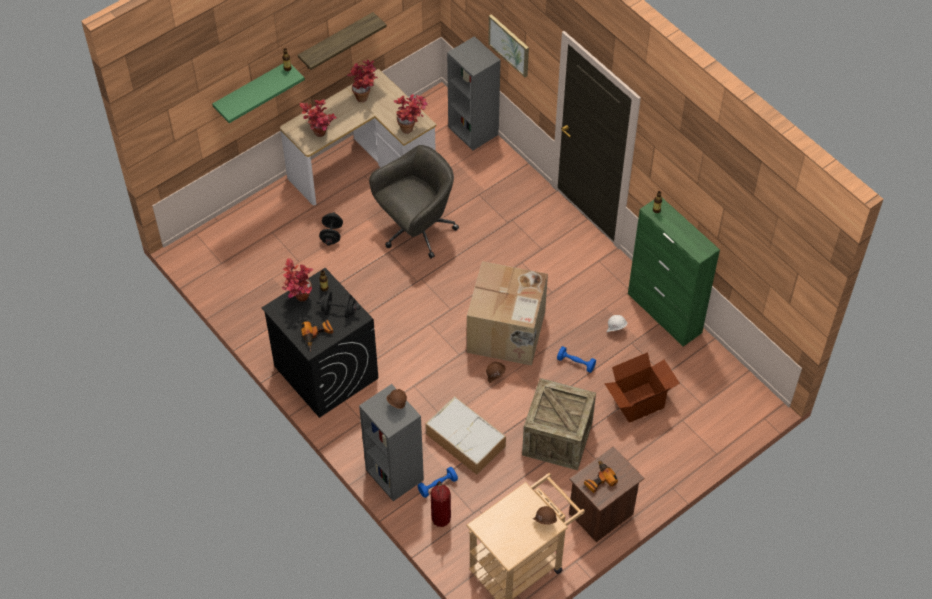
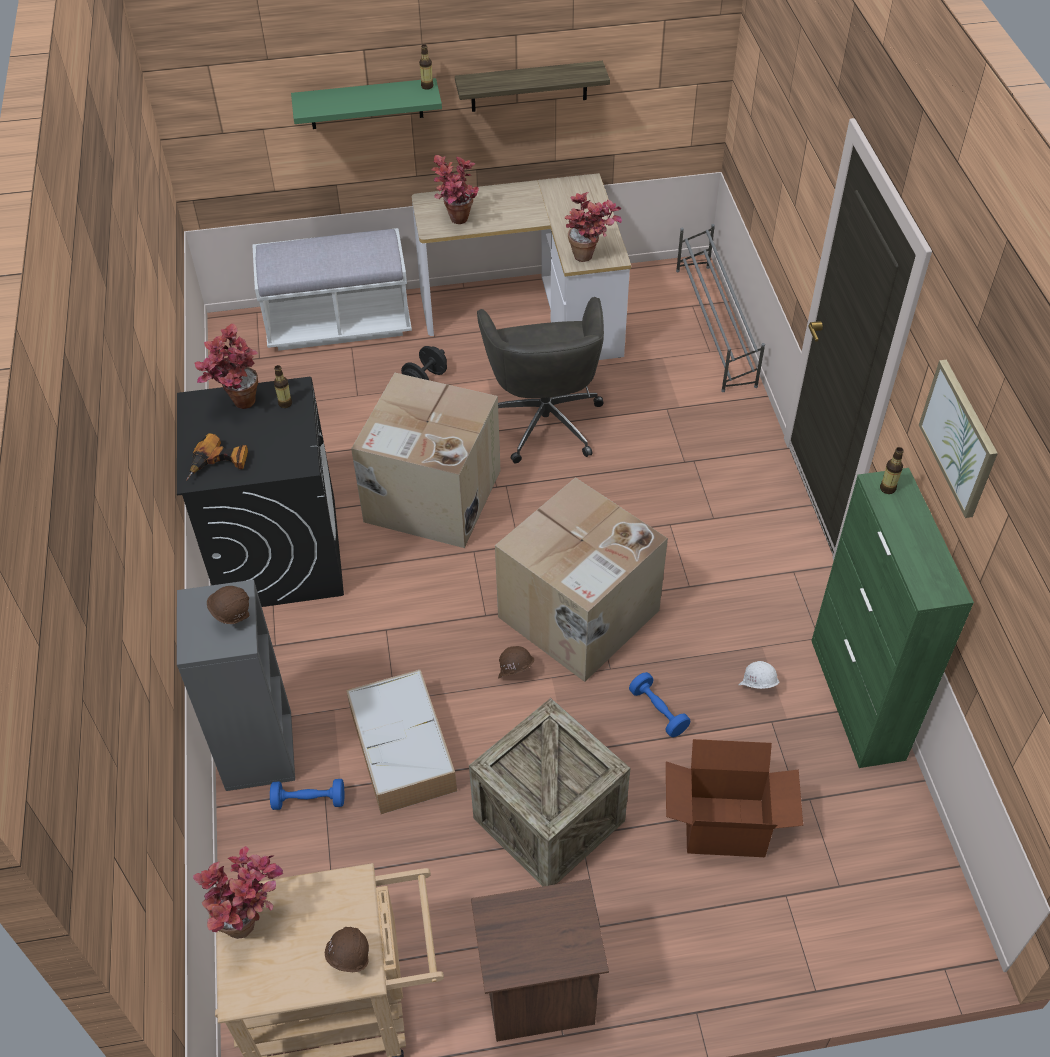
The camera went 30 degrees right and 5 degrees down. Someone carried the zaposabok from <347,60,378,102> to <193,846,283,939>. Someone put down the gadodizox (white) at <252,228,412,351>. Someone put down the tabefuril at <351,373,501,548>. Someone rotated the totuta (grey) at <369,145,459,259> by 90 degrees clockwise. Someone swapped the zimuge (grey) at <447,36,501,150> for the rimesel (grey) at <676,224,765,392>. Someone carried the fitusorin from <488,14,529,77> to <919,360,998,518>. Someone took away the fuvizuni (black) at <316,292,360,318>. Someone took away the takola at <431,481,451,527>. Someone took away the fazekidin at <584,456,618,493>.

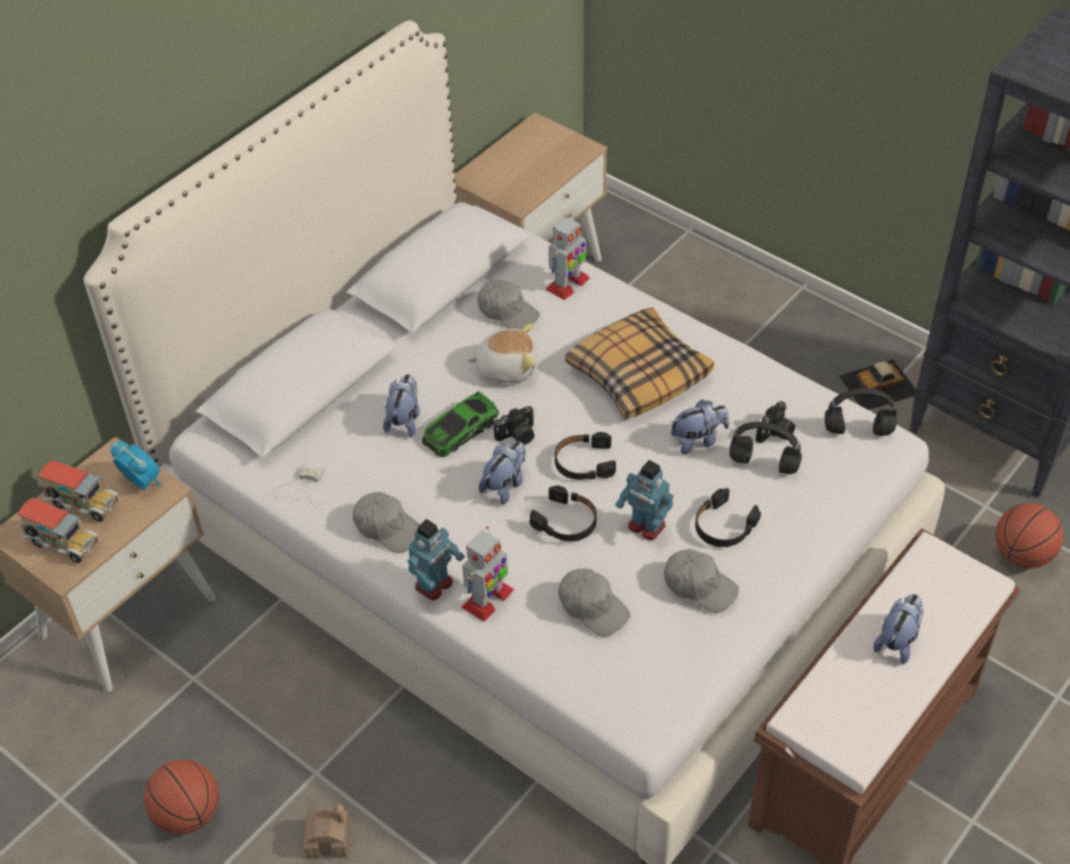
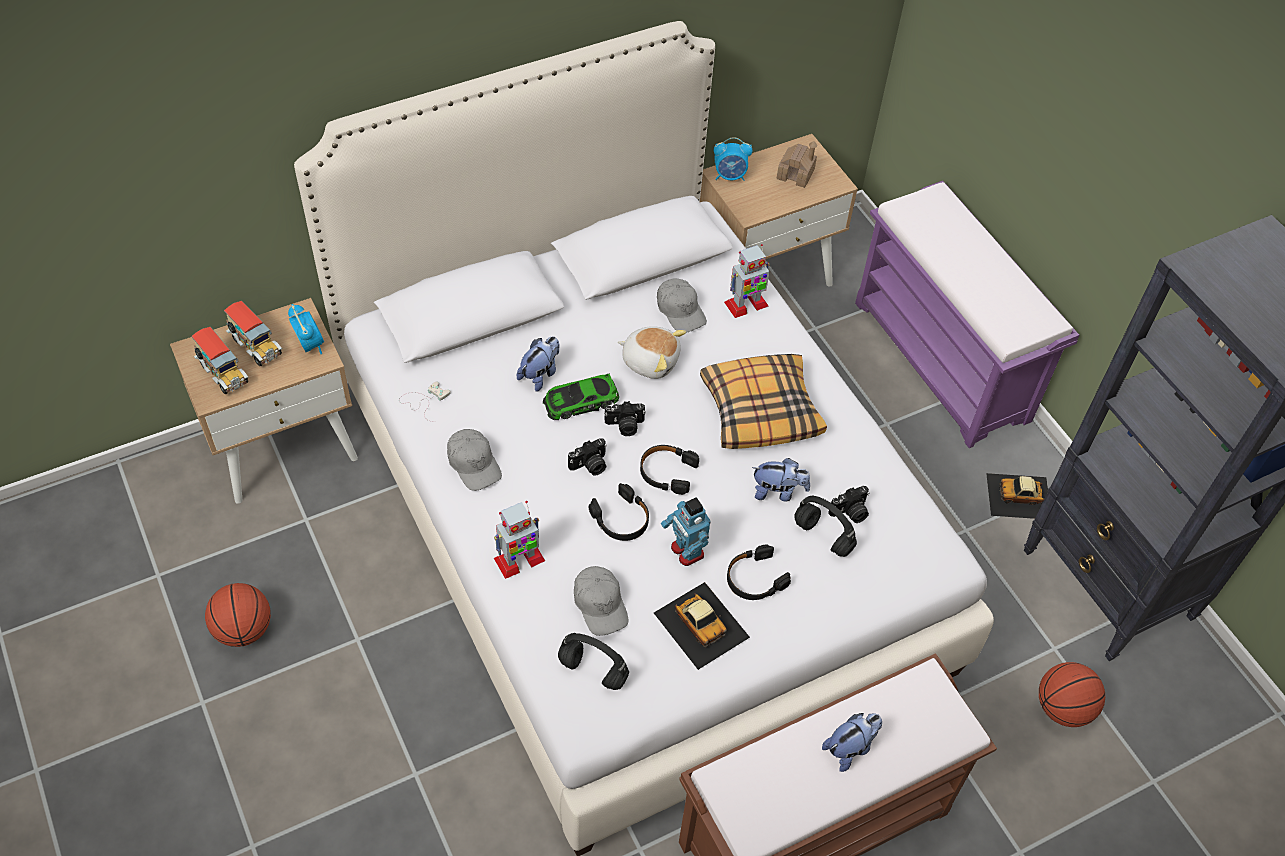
The camera went 20 degrees right and 5 degrees up. Someone carried the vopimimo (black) from <825,388,897,436> to <558,633,629,690>. Someone swapped the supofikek at <479,441,526,505> for the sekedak at <568,438,607,476>. Someone swapped the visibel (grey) at <664,549,739,613> for the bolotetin at <654,582,750,670>. Someone put down the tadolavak at <714,137,752,181>. Someone carried the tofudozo from <303,804,350,858> to <777,141,817,188>. Someone put down the gadodizox (purple) at <855,181,1079,448>. Someone took away the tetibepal at <408,519,465,600>.

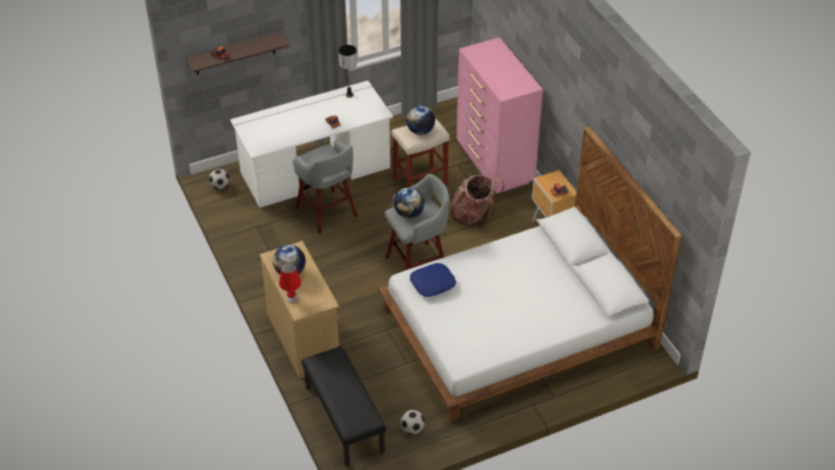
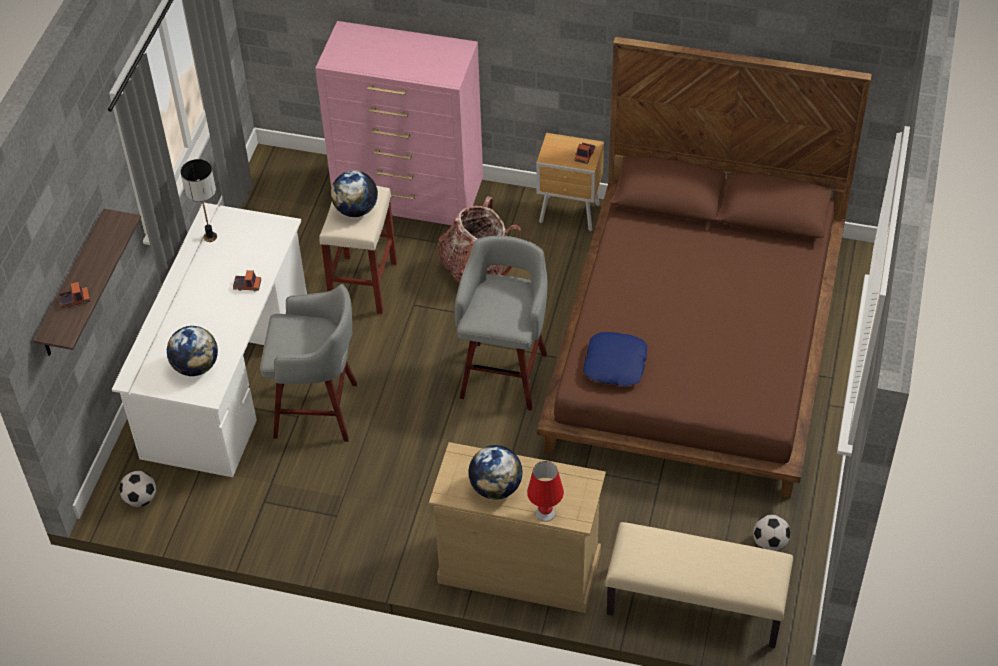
The camera went 50 degrees left and 5 degrees up. Someone carried the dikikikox from <394,187,425,218> to <167,326,218,376>. Someone repainted the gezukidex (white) at <378,126,682,422>, which became the gezukidex (brown) at <537,36,872,498>. Someone repainted the gadodizox (black) at <302,346,386,467>, which became the gadodizox (beige) at <605,522,793,648>.

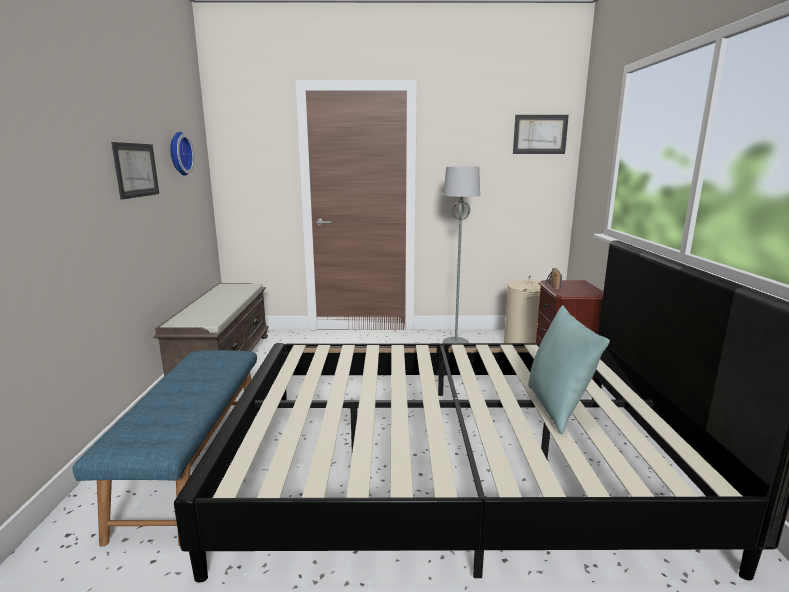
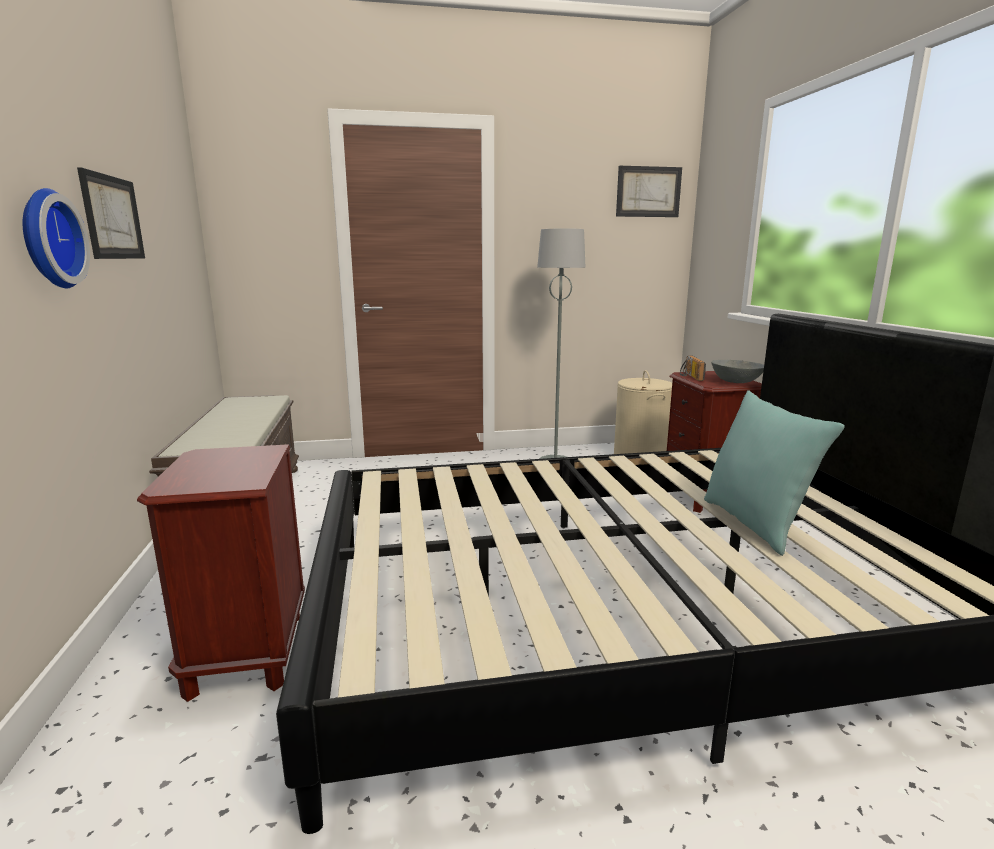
The camera went 10 degrees left and 0 degrees up. Someone carried the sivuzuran from <170,132,195,176> to <23,188,90,288>. Someone swapped the gadodizox (blue) at <73,350,257,547> for the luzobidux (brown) at <137,444,305,702>. Someone put down the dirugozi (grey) at <711,360,764,383>.

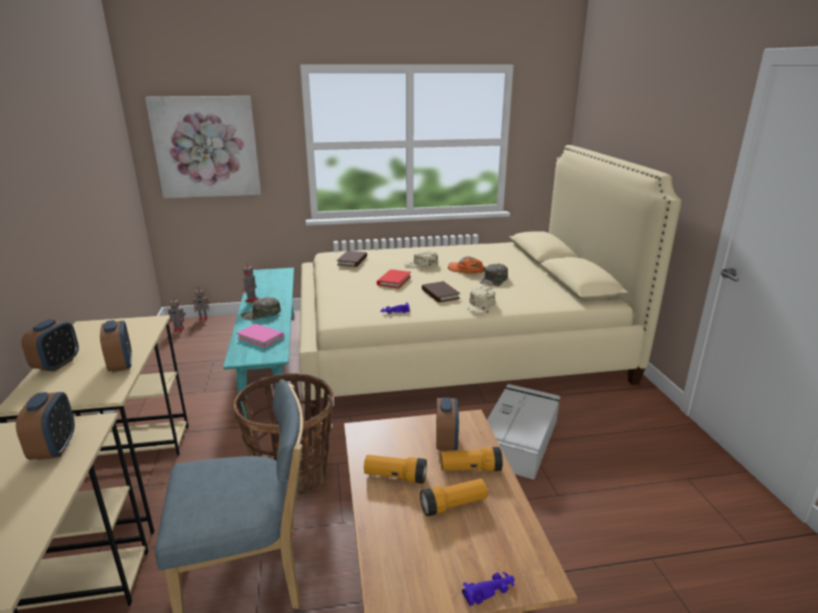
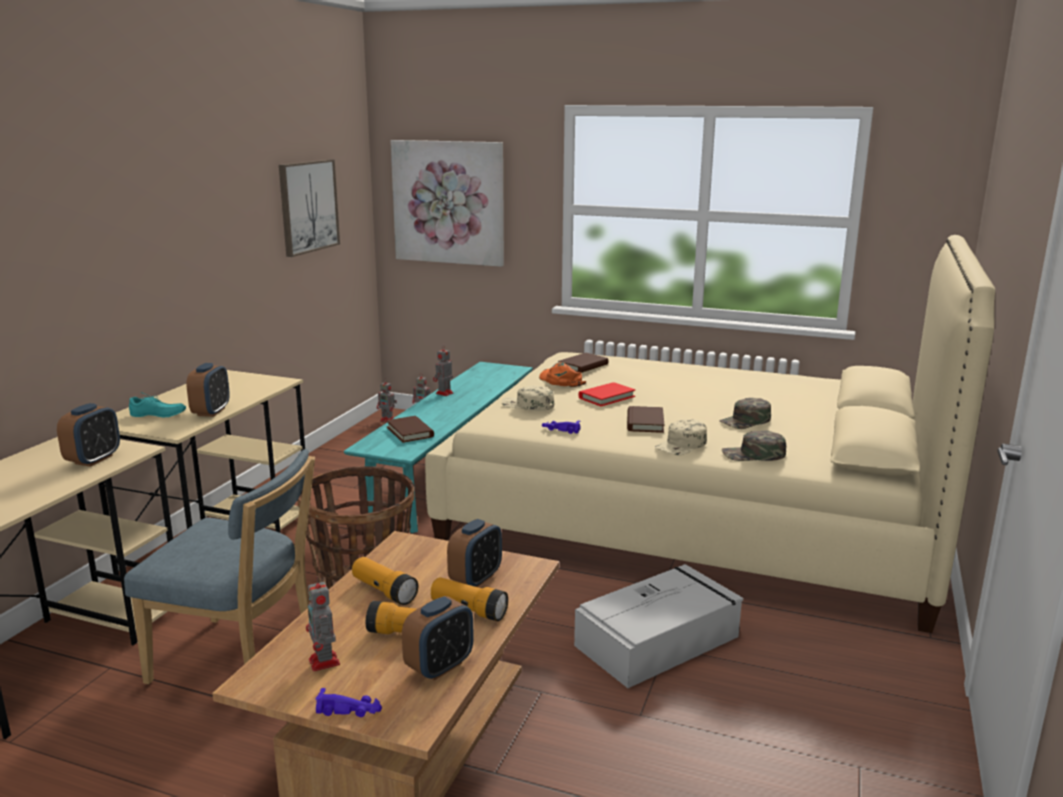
The camera went 30 degrees right and 5 degrees down. Someone put down the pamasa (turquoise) at <129,392,186,418>. Someone put up the fitusorin at <279,159,340,257>. Someone put down the tetibepal at <306,576,340,671>. Someone repainted the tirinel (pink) at <236,324,284,348>, which became the tirinel (brown) at <386,416,434,443>. Someone carried the tadolavak from <21,319,79,372> to <402,596,474,680>. Someone carried the visibel (beige) from <403,250,438,267> to <502,385,554,411>. Someone carried the visibel (orange) from <448,256,486,274> to <539,362,587,387>. Someone carried the visibel (green) from <241,297,281,320> to <722,430,786,461>.

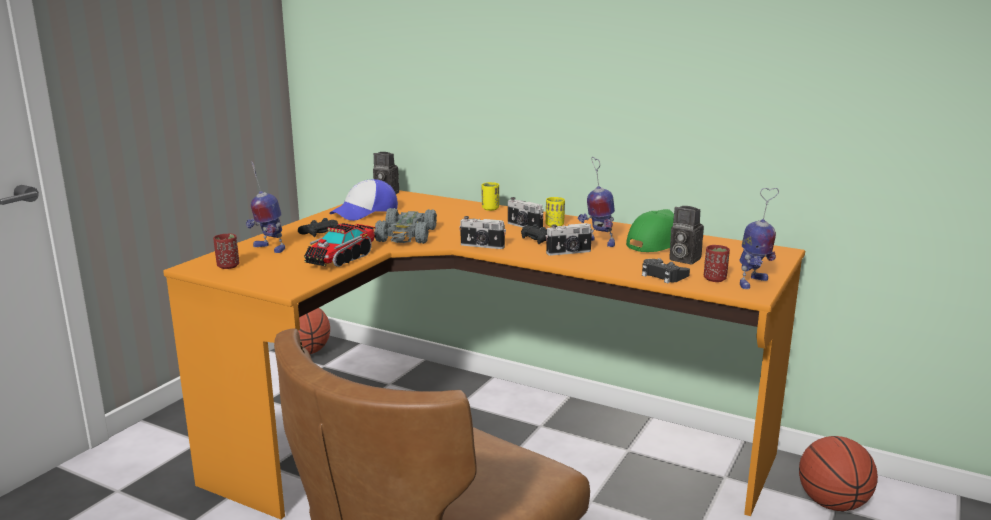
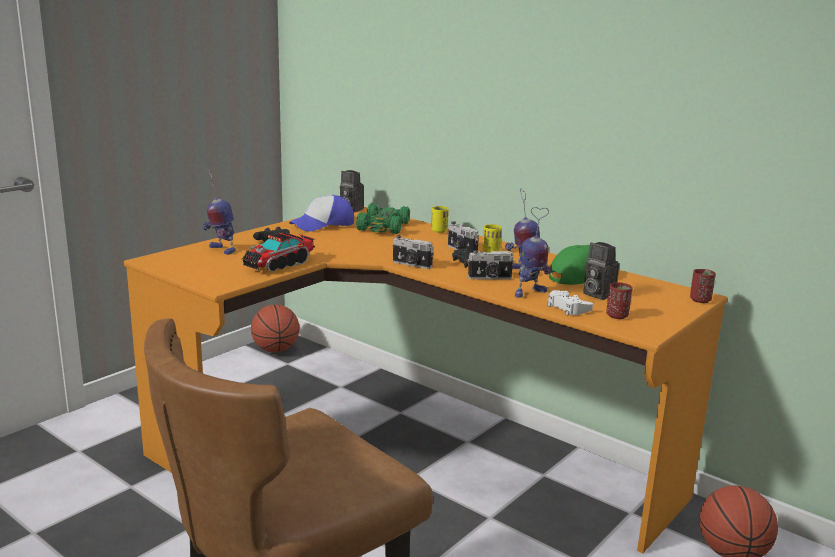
The camera went 10 degrees right and 0 degrees up. Someone put down the bolotetin (green) at <356,204,410,234>. Someone carried the tetibepal from <739,188,779,289> to <515,207,552,298>. Someone repainted the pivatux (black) at <642,258,690,283>, which became the pivatux (white) at <547,290,593,316>. Someone carried the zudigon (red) from <213,234,239,269> to <690,269,716,303>. Someone took away the bolotetin (grey) at <374,208,437,244>.

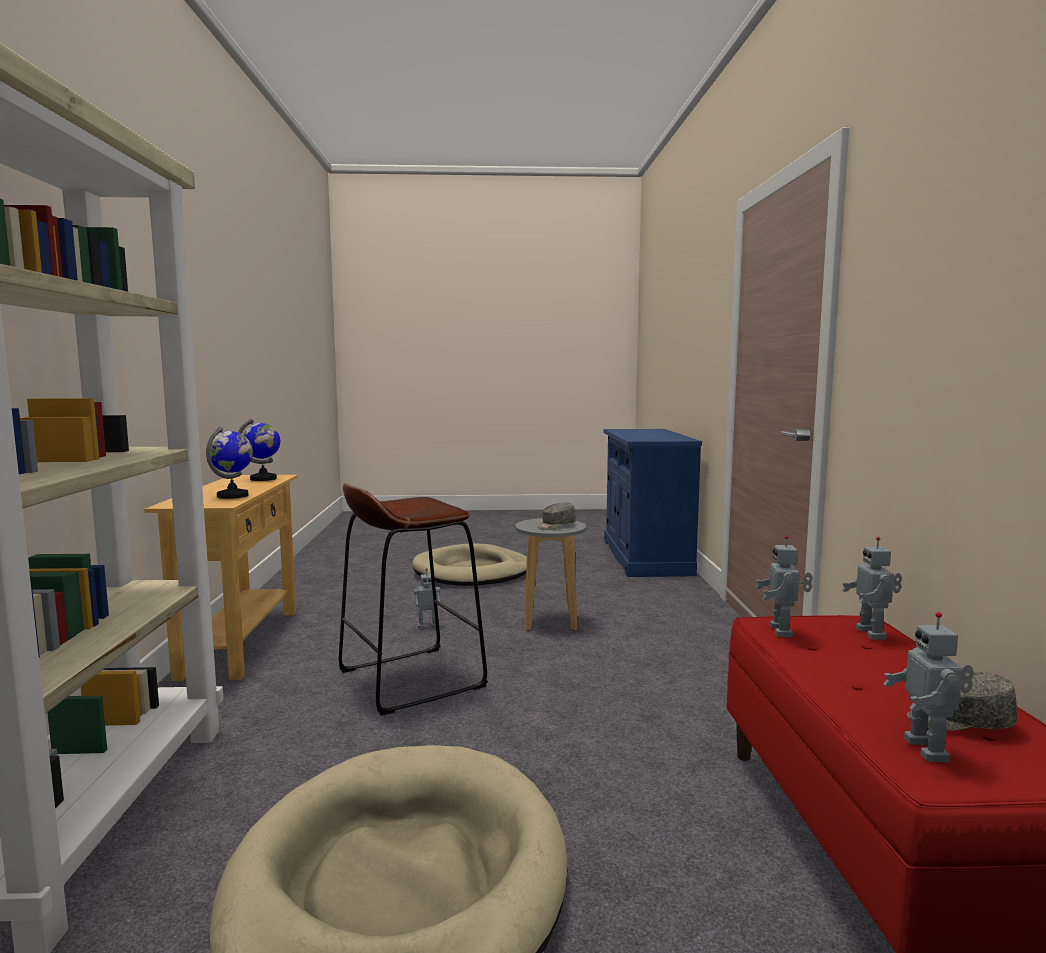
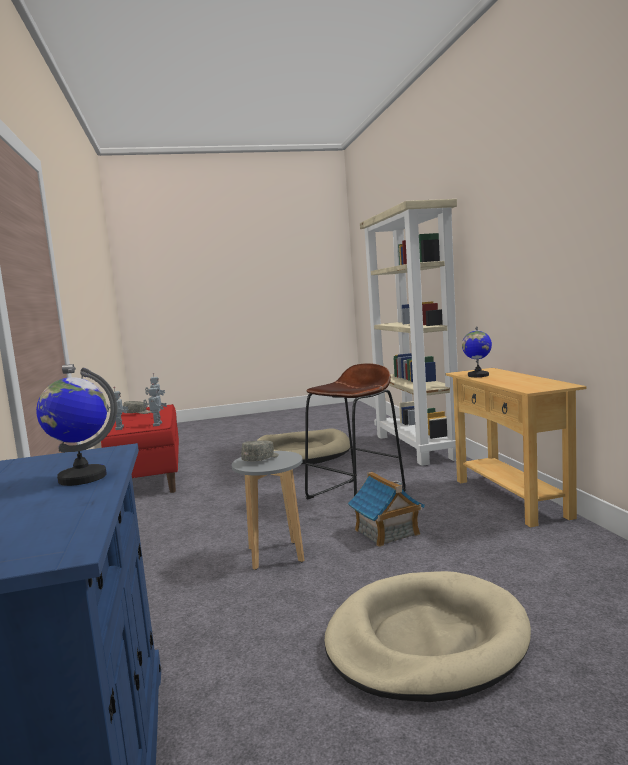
The camera went 170 degrees right and 0 degrees up. Someone carried the dikikikox from <238,419,280,481> to <36,367,117,486>. Someone swapped the tetibepal at <414,568,441,629> for the tofudozo at <348,472,425,547>.

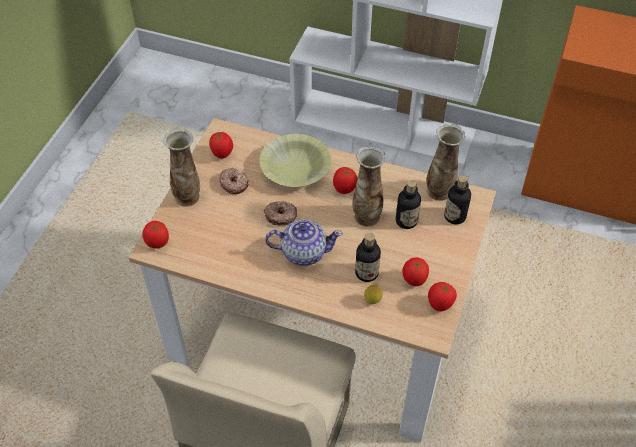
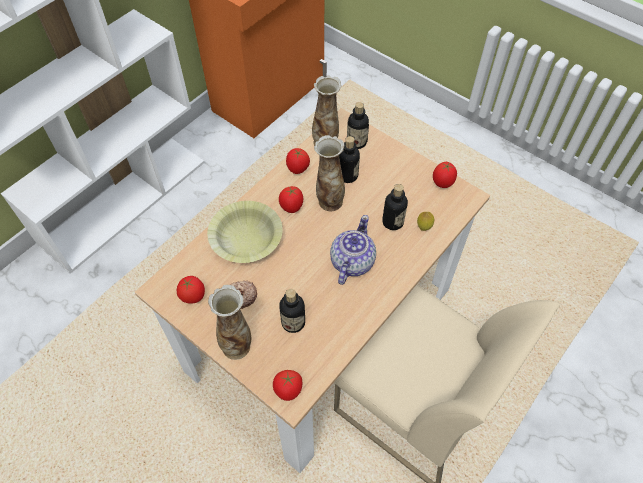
The camera went 70 degrees left and 5 degrees up. Someone put down the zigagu at <279,289,305,333>. Someone carried the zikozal from <402,257,429,286> to <286,148,310,174>. Someone took away the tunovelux at <264,201,297,226>.

